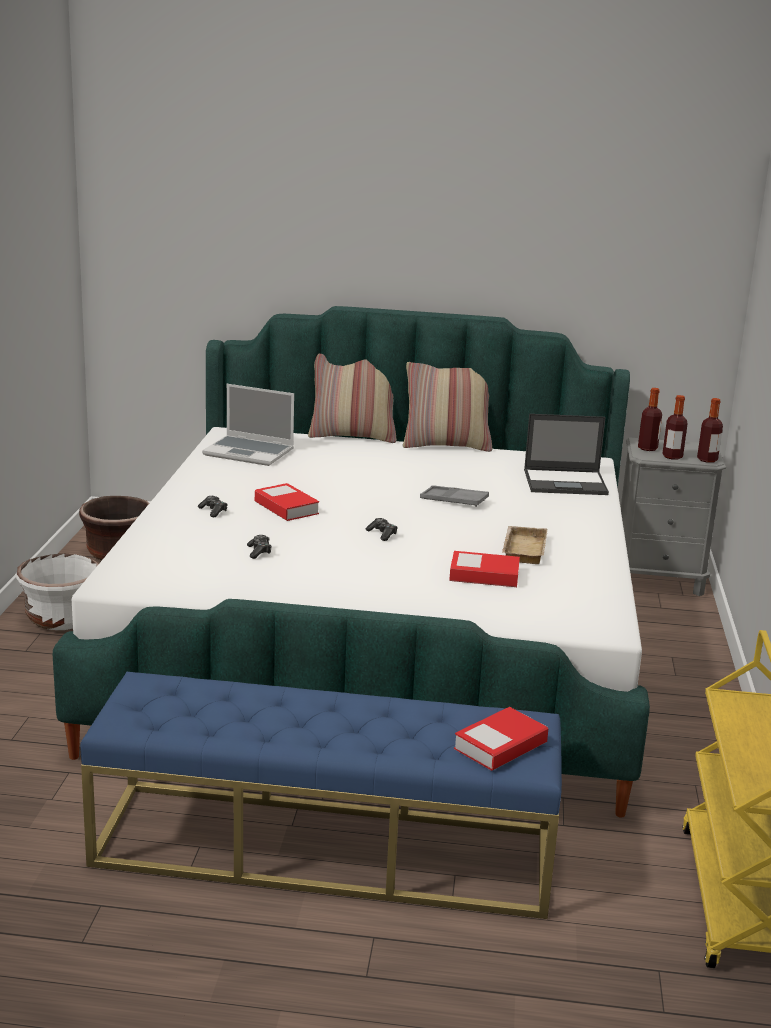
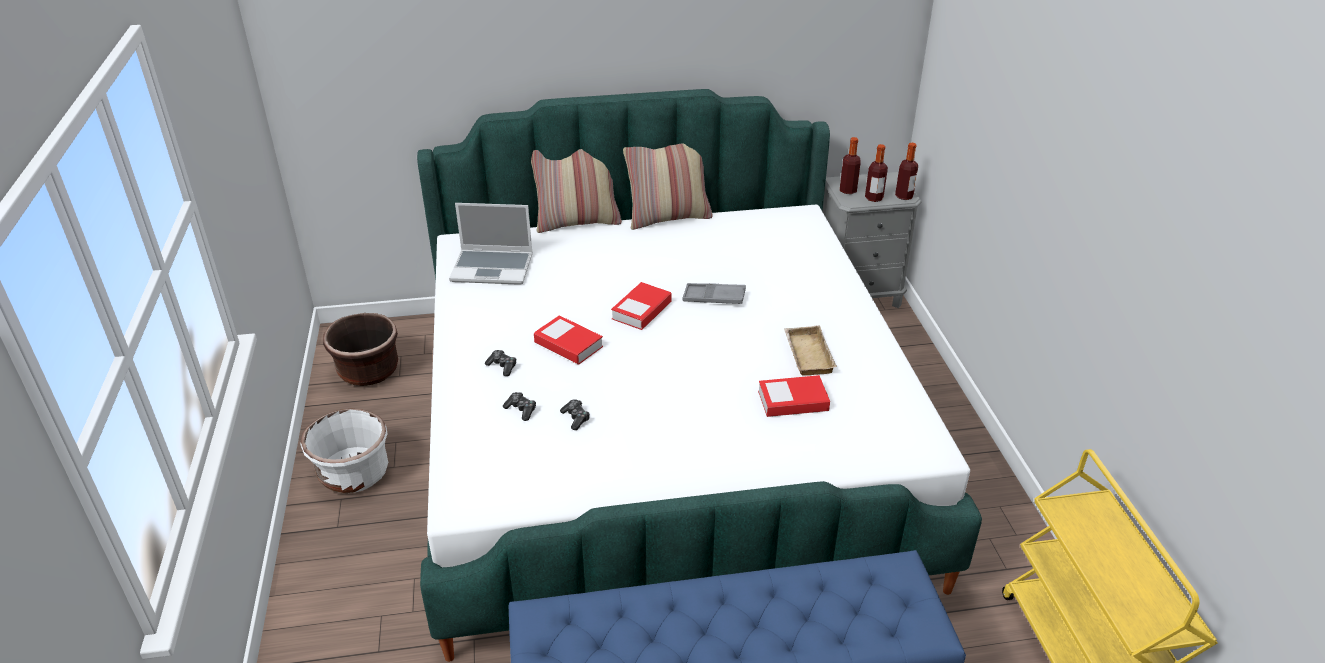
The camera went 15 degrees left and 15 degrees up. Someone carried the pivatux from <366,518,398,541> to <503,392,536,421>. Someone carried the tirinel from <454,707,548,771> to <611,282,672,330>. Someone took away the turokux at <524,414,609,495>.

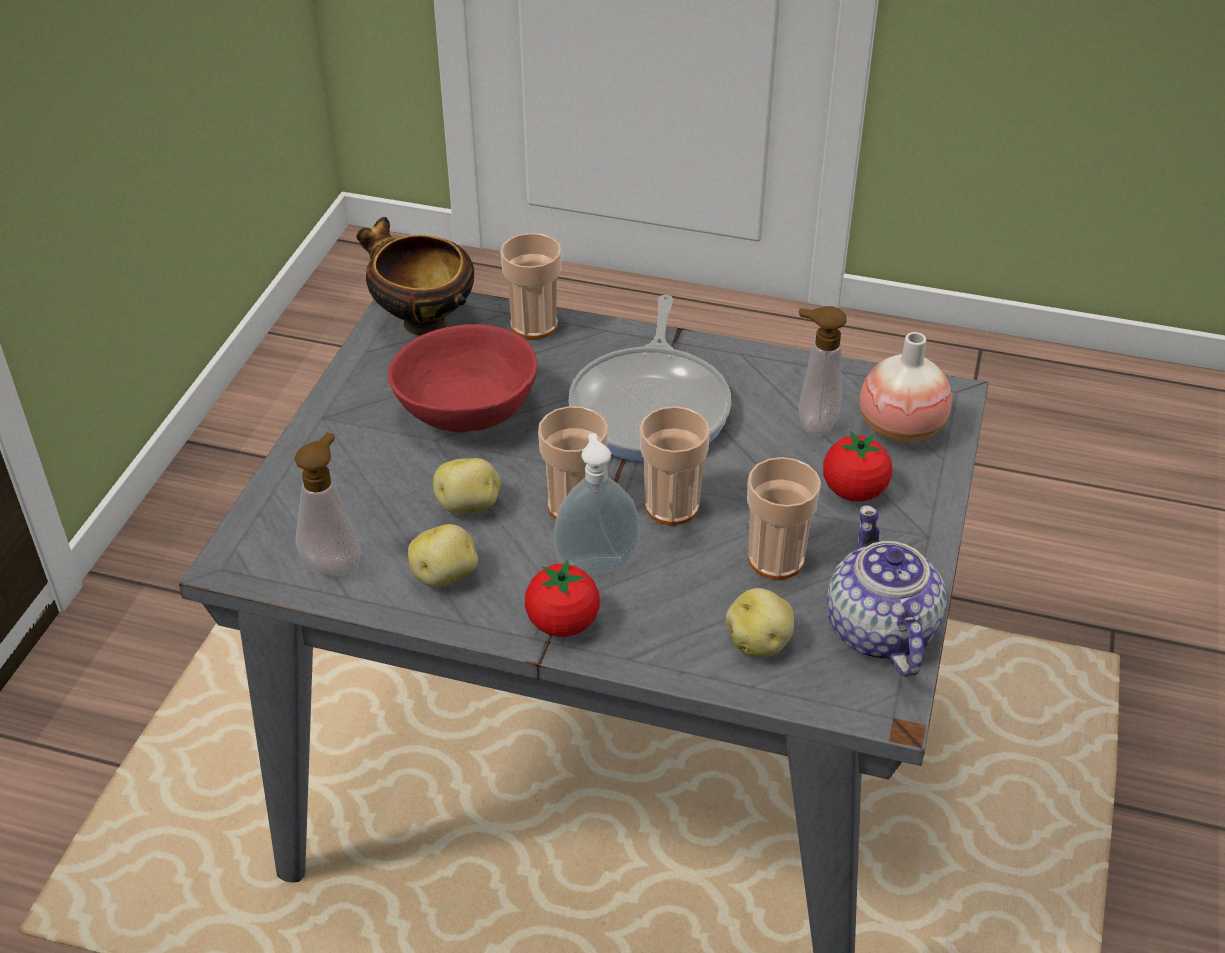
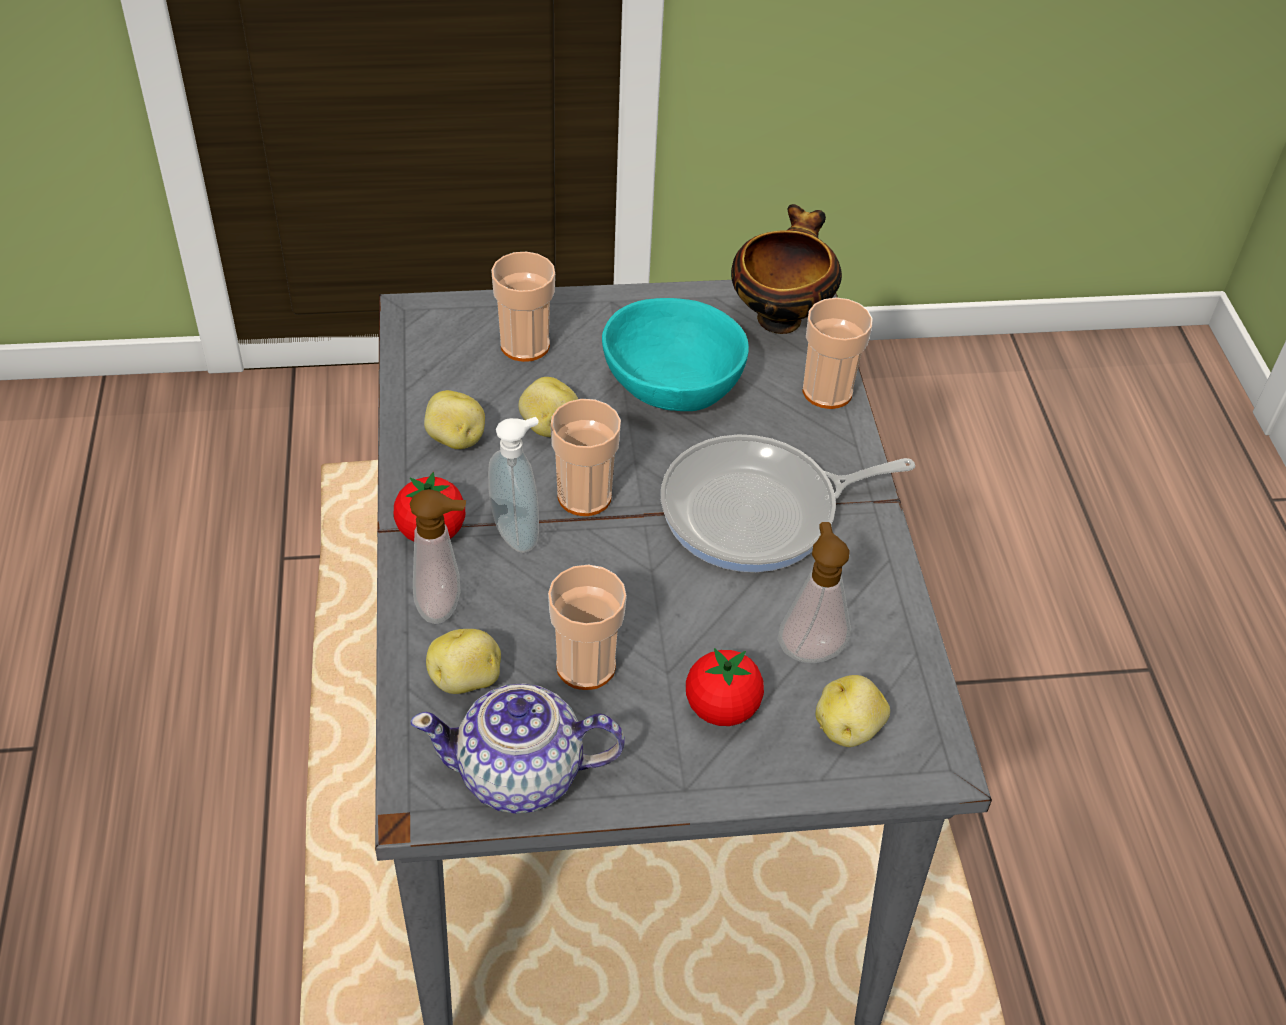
The camera went 65 degrees right and 5 degrees up. Someone carried the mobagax from <295,432,362,576> to <410,489,466,624>. Someone rotated the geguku at <827,505,947,677> by 150 degrees counterclockwise. Someone carried the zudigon from <640,406,710,525> to <491,252,555,362>. Someone repainted the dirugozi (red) at <388,324,537,432>, which became the dirugozi (turquoise) at <602,298,749,411>. Someone swapped the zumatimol at <860,332,952,443> for the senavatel at <816,675,890,747>.

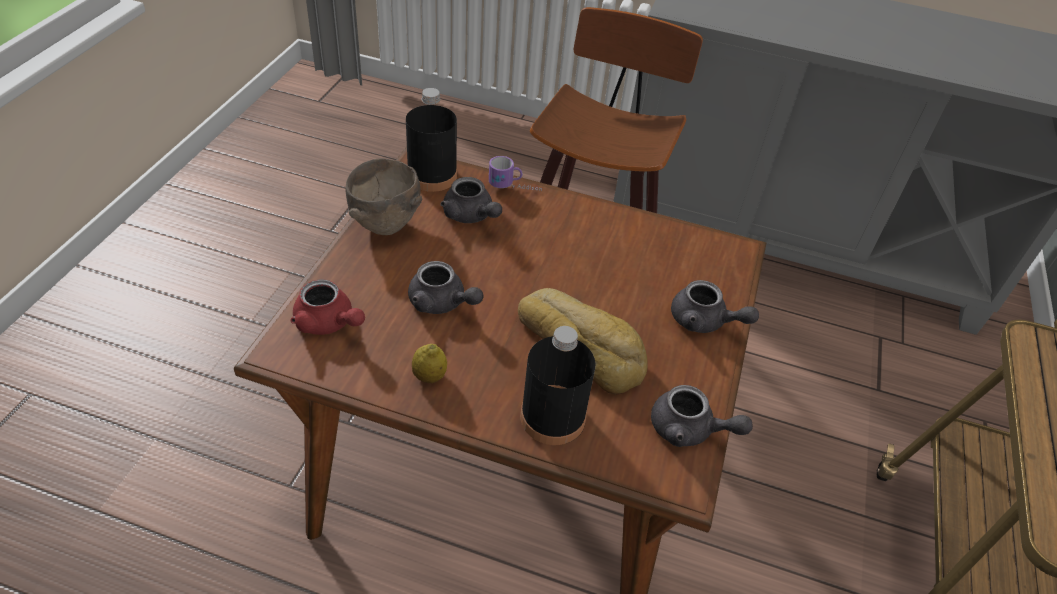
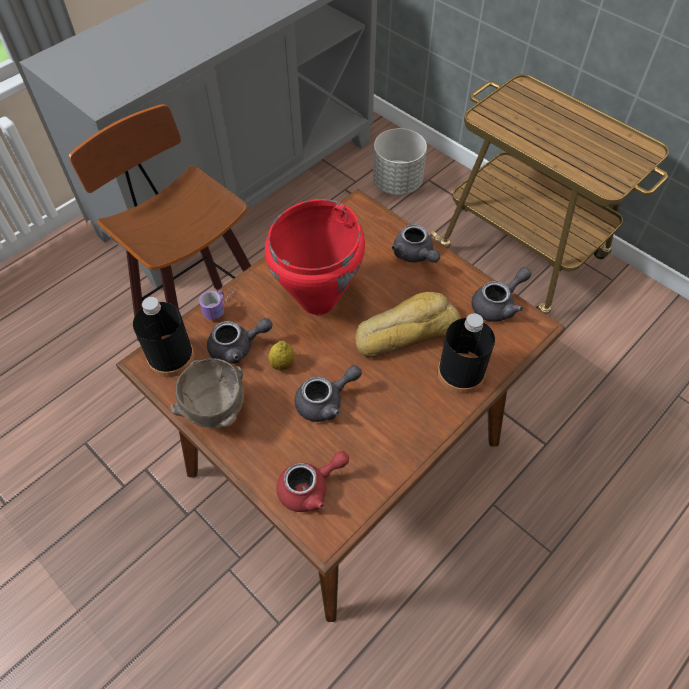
The camera went 60 degrees left and 10 degrees up. Someone put down the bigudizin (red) at <265,199,365,315>. Someone carried the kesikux from <412,344,447,383> to <269,341,294,371>. Someone put down the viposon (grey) at <373,128,427,195>. Someone rotated the geguku (grey) at <671,280,759,333> by 90 degrees clockwise.

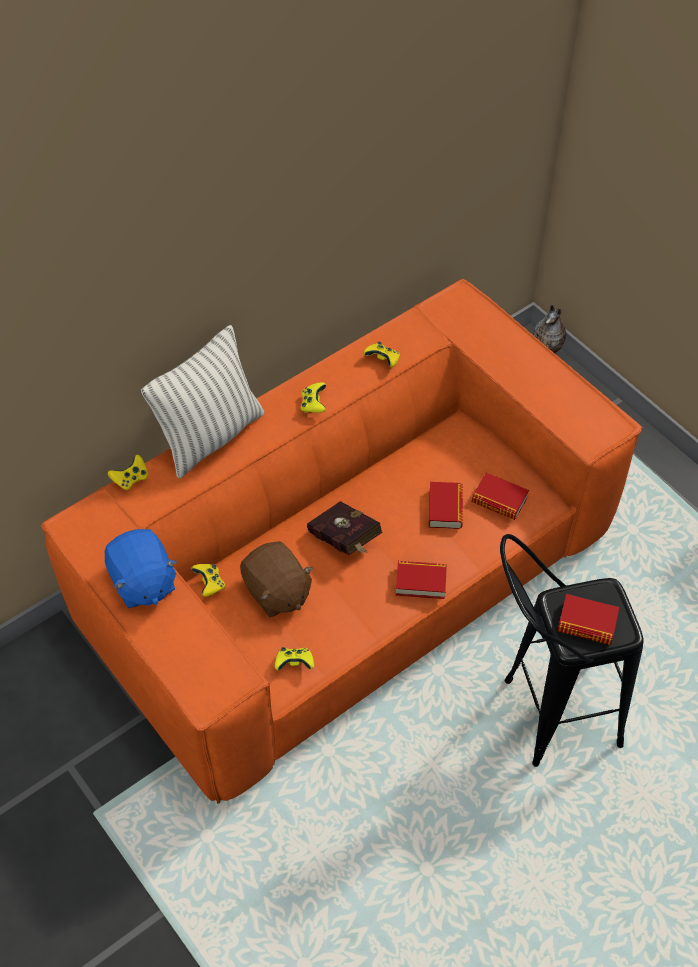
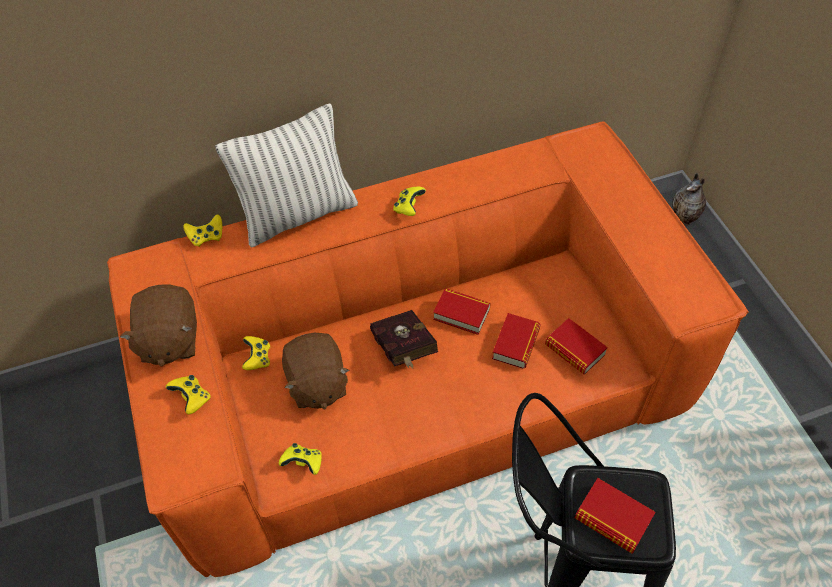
The camera went 20 degrees right and 0 degrees up. Someone repainted the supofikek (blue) at <105,529,177,608>, which became the supofikek (brown) at <120,284,197,367>. Someone carried the pivatux (yellow) from <363,341,400,367> to <165,375,211,414>. Someone carried the tirinel from <396,561,447,599> to <433,288,491,335>.

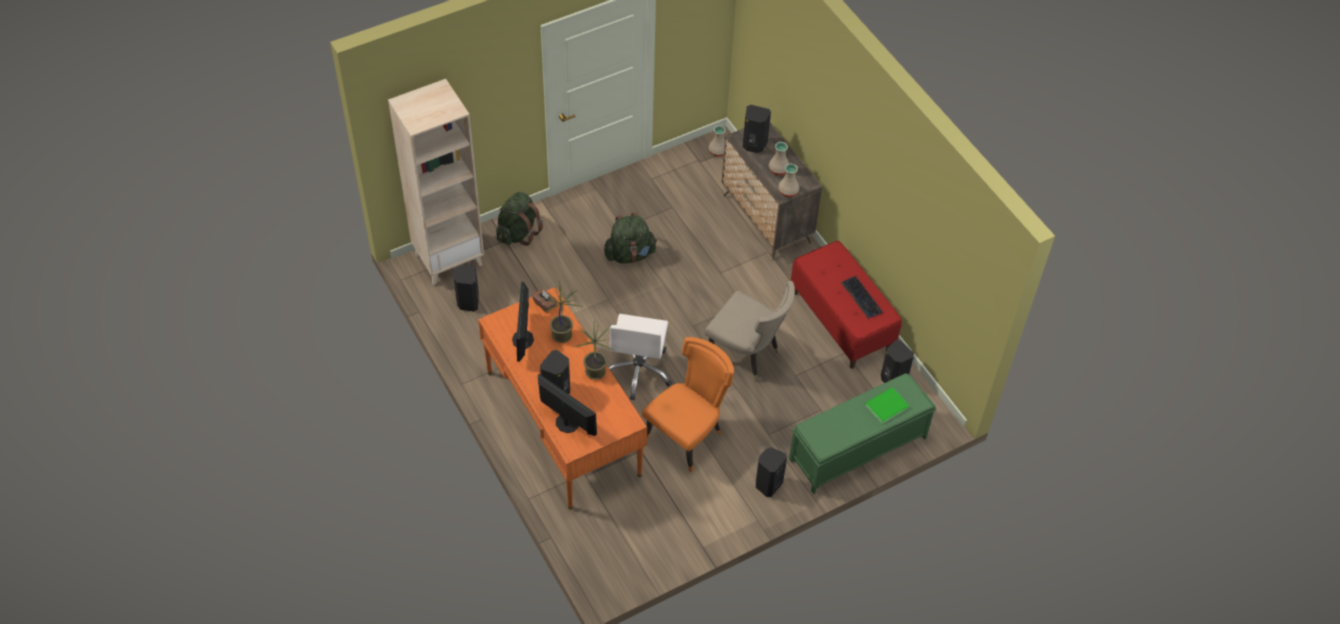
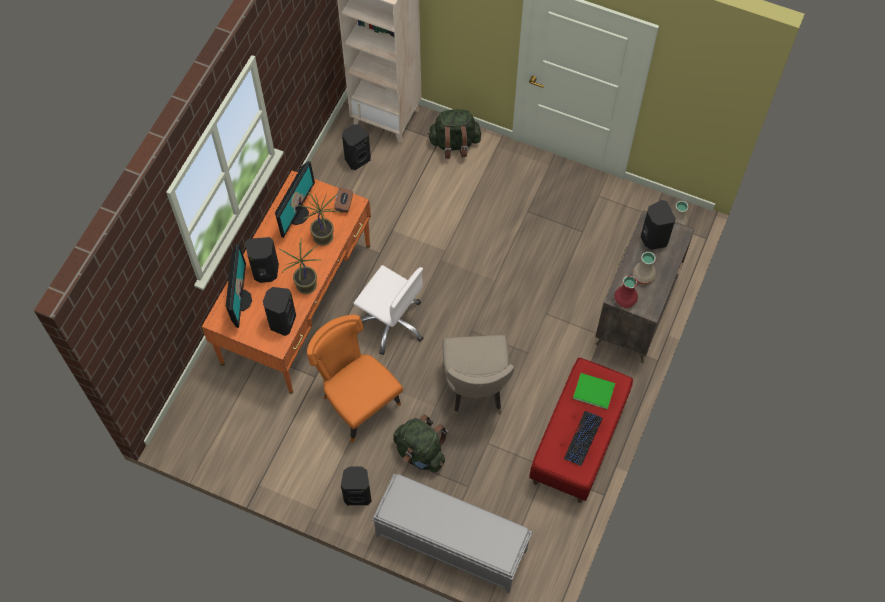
The camera went 55 degrees right and 10 degrees up. Someone carried the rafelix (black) from <881,340,914,383> to <263,287,296,336>. Someone rotated the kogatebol at <512,282,534,362> by 150 degrees clockwise. Someone rotated the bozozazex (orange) at <642,337,734,473> by 135 degrees counterclockwise. Someone rotated the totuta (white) at <608,314,672,400> by 120 degrees counterclockwise. Someone repainted the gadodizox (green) at <789,373,936,494>, which became the gadodizox (grey) at <372,474,532,594>. Someone carried the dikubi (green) from <604,212,657,264> to <393,414,448,472>. Someone carried the tirinel (green) from <865,387,909,424> to <573,373,615,409>. Someone repainted the zumatimol (beige) at <778,164,800,197>, which became the zumatimol (red) at <614,276,638,308>.

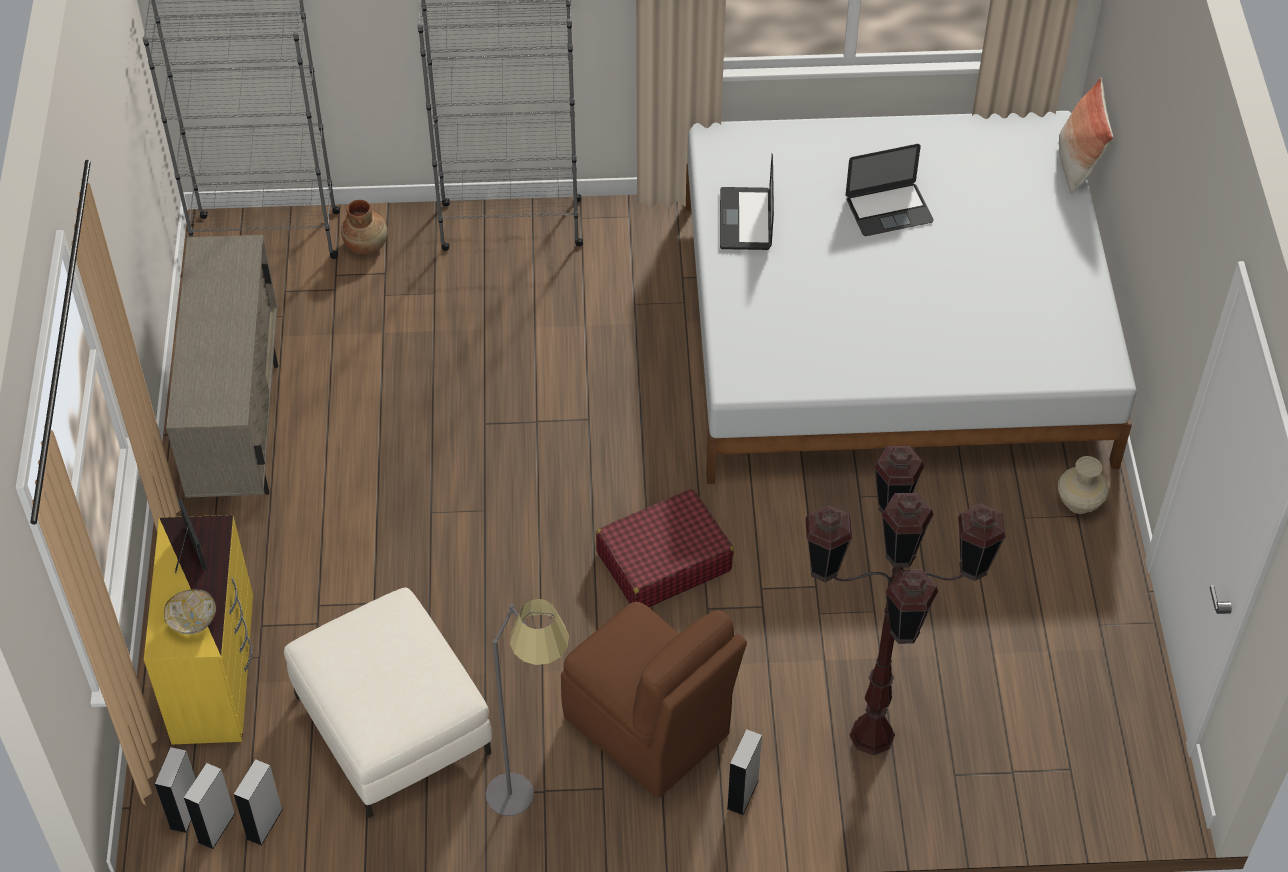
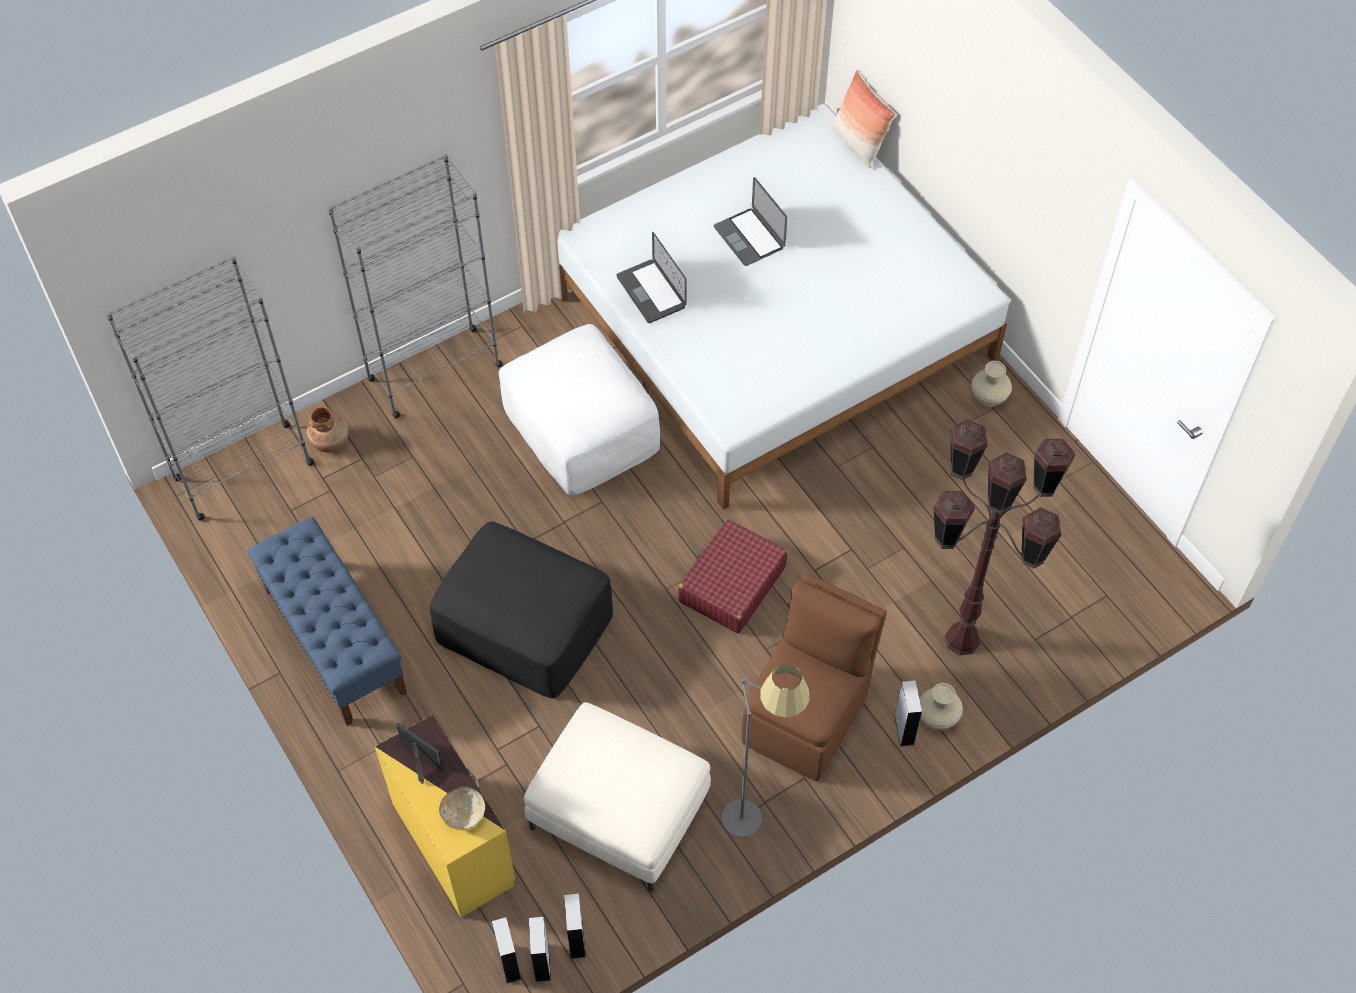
The camera went 30 degrees left and 5 degrees up. Someone swapped the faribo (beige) at <166,235,278,498> for the gadodizox (blue) at <247,517,407,726>. Someone put down the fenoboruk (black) at <430,521,613,698>. Someone put down the fenoboruk (white) at <499,324,660,495>. Someone rotated the turokux at <846,144,934,236> by 105 degrees clockwise. Someone rotated the bozozazex (brown) at <561,602,747,797> by 75 degrees counterclockwise. Someone put down the zumatimol (beige) at <919,683,963,730>.

